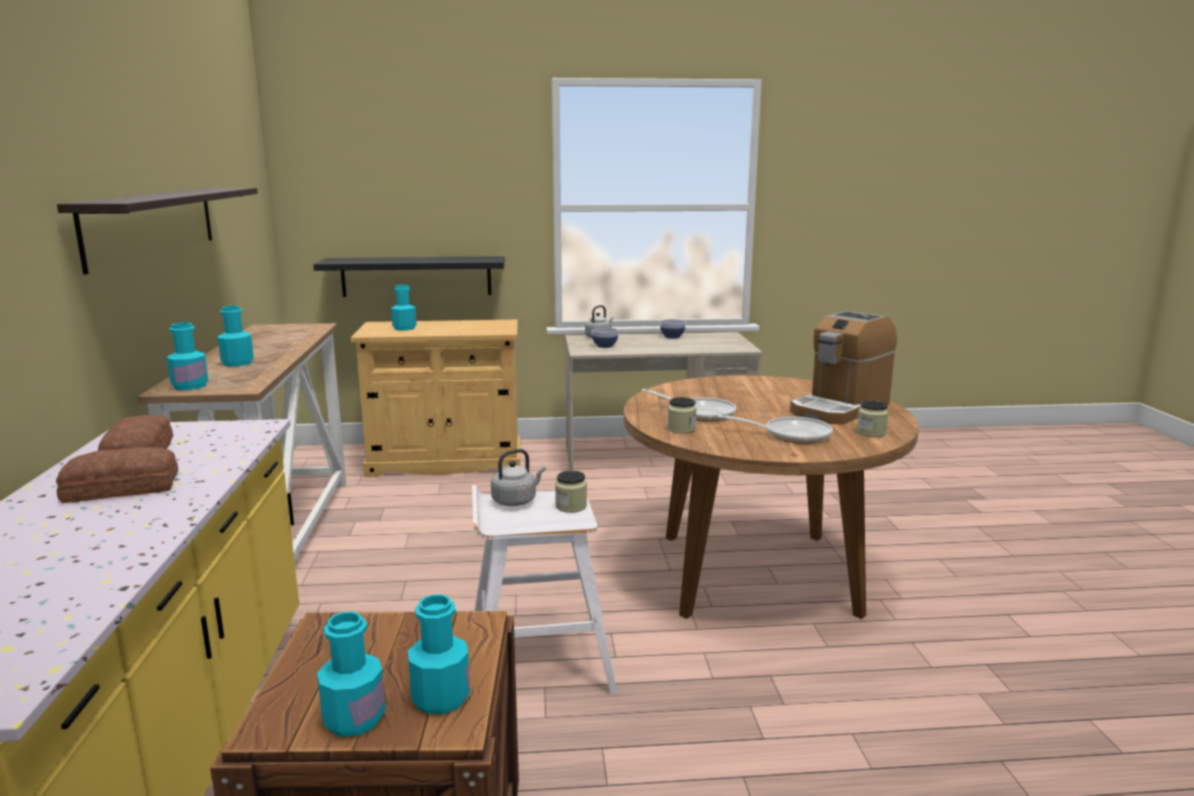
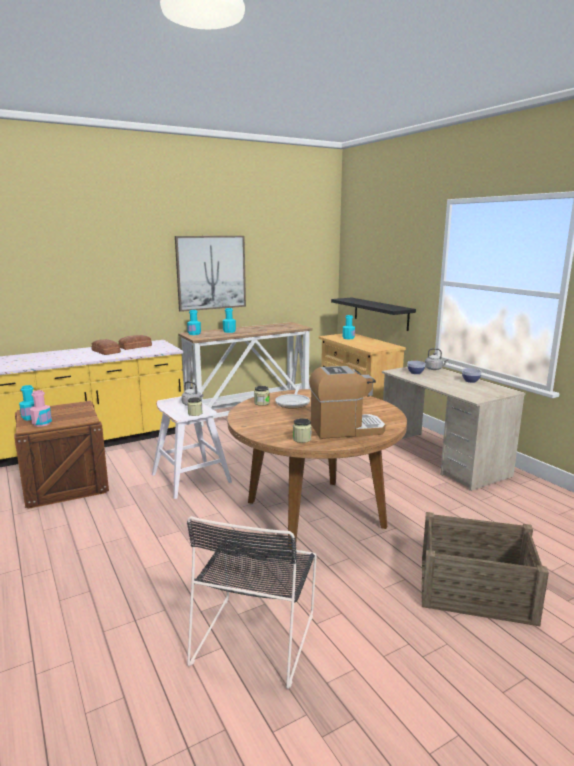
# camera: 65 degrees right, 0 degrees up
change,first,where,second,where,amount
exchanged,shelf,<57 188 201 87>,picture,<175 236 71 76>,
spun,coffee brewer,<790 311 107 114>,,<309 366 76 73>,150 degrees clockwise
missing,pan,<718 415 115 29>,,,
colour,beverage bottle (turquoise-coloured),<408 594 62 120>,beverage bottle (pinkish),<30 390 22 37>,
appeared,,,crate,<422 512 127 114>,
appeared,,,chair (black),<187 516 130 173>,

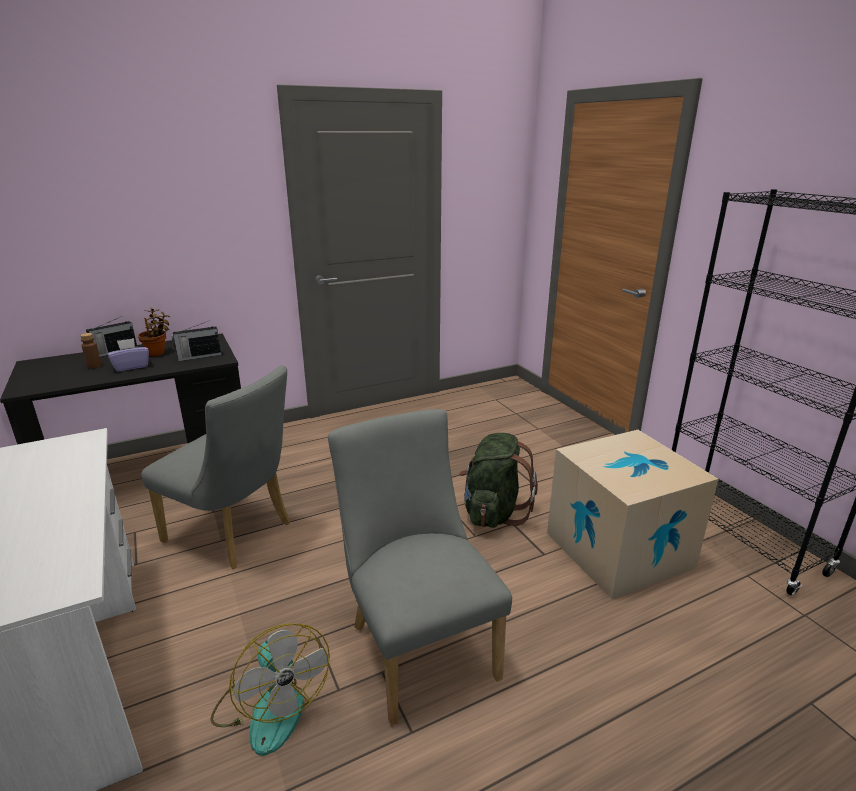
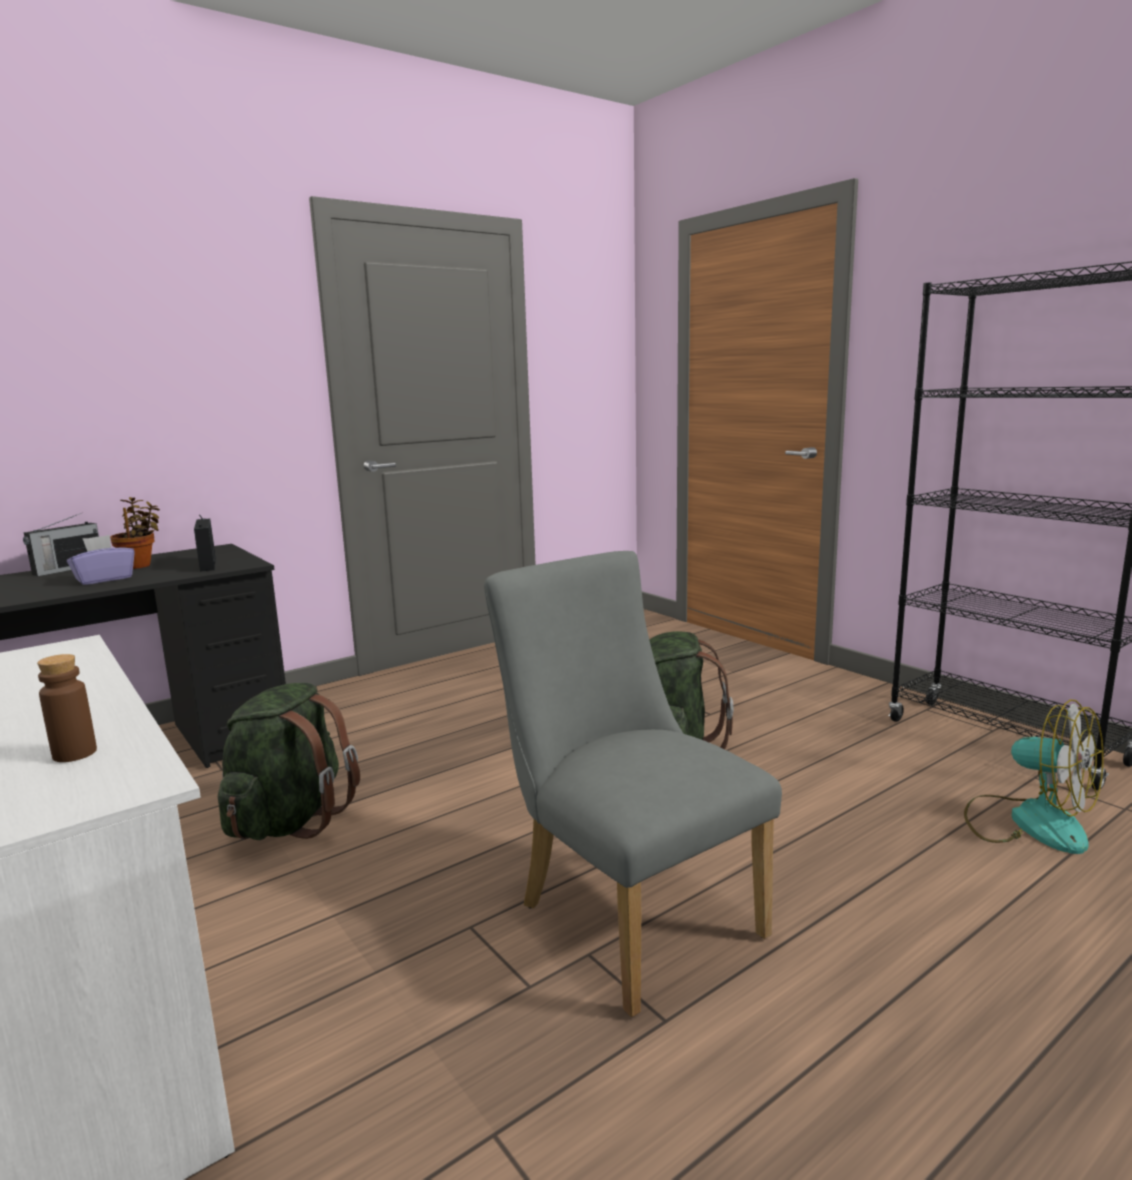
# camera: 10 degrees left, 10 degrees down
change,first,where,second,where,amount
spun,radio,<171 321 50 40>,,<194 515 22 57>,105 degrees clockwise
relocated,beverage bottle (brownish),<80 333 22 36>,,<37 654 60 108>,
exchanged,chair (greyish),<141 365 149 204>,knapsack (green-coloured),<218 683 142 157>,
missing,packing box,<547 430 171 169>,,,
relocated,electric fan,<210 623 120 133>,,<964 700 140 154>,

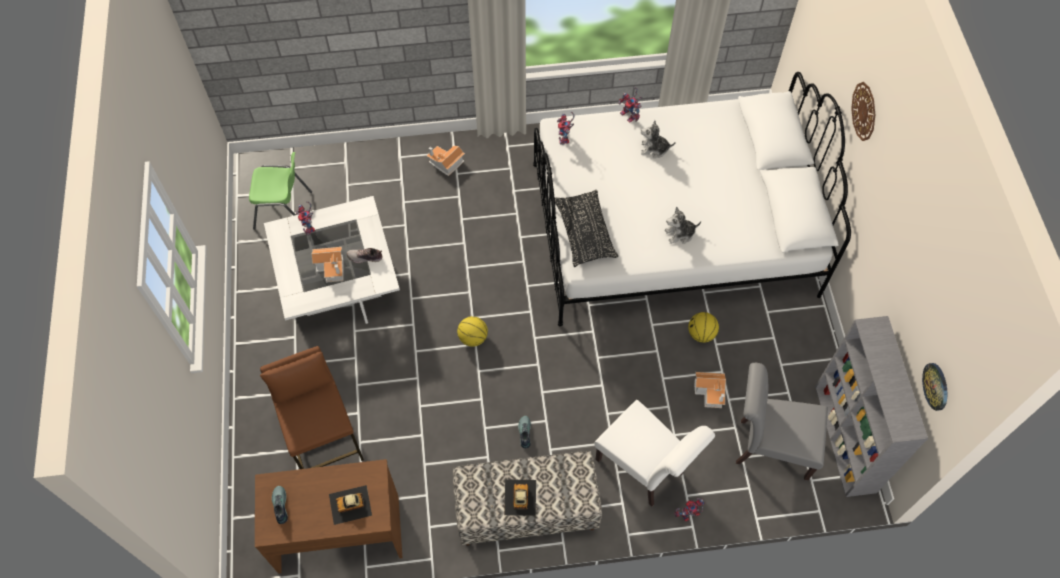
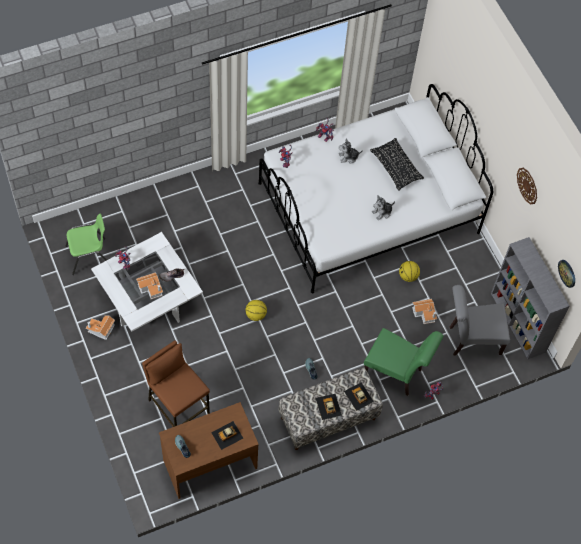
# camera: 20 degrees left, 0 degrees up
change,first,where,second,where,amount
relocated,hanging clock,<851 82 24 59>,,<517 168 20 37>,
relocated,model house,<427 146 38 30>,,<86 315 29 25>,
relocated,throw pillow (black),<555 190 63 77>,,<370 138 54 53>,
colour,chair (white-coloured),<594 400 121 107>,chair (green-coloured),<364 328 79 68>,
appeared,,,miniature car,<344 382 30 29>,

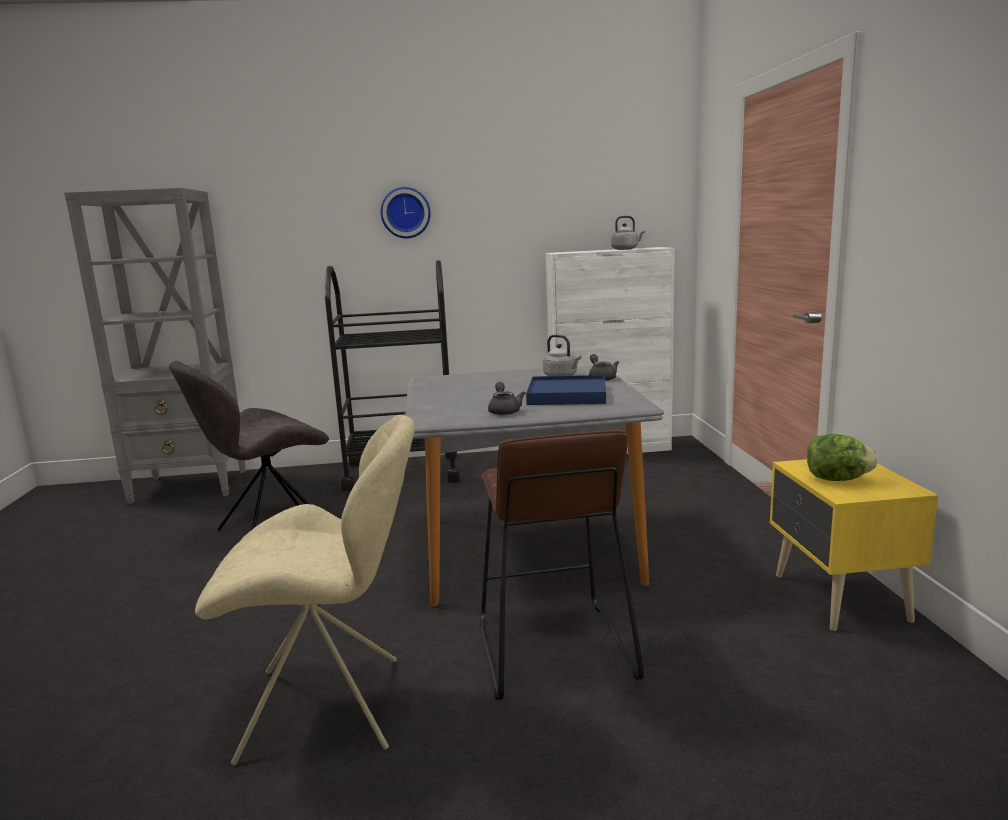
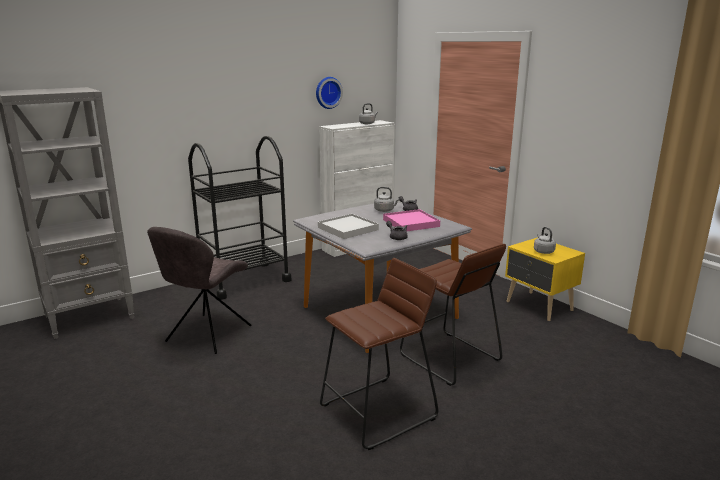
# camera: 30 degrees left, 5 degrees up
change,first,where,second,where,amount
relocated,hanging clock,<381 187 50 51>,,<316 77 27 32>,
colour,carrying tray (blue),<526 375 80 30>,carrying tray (pinkish),<383 209 57 22>,
exchanged,chair (sand-coloured),<195 415 220 350>,sitting stool (brownish),<320 258 118 192>,
exchanged,lettuce,<807 434 71 47>,kettle (greyish),<534 227 22 27>,
appeared,,,carrying tray (white-coloured),<318 214 61 25>,

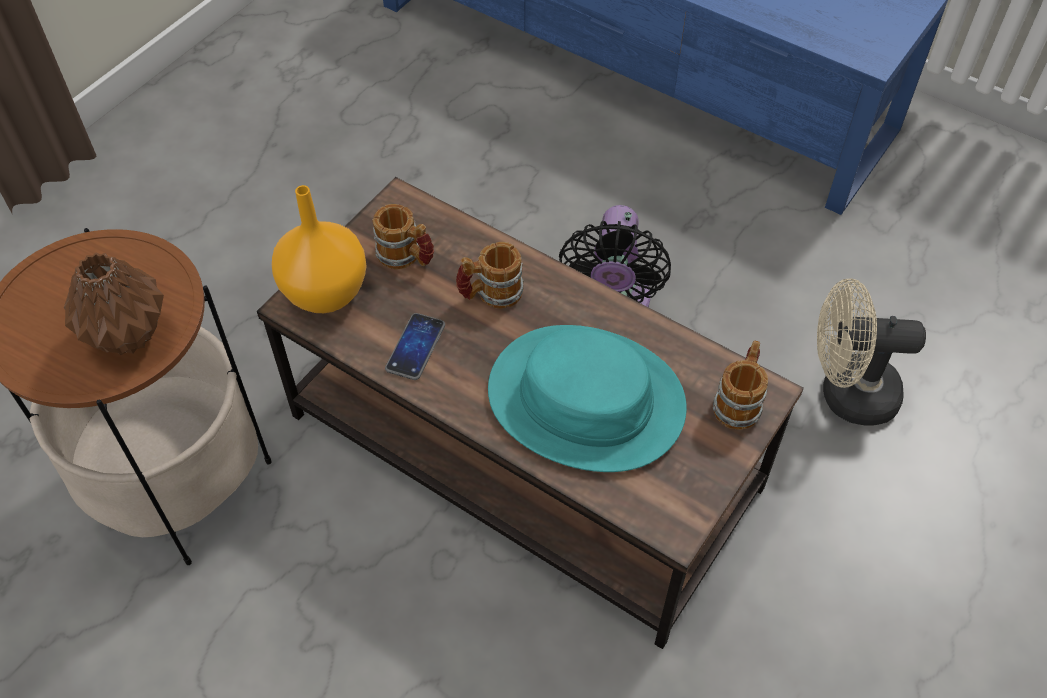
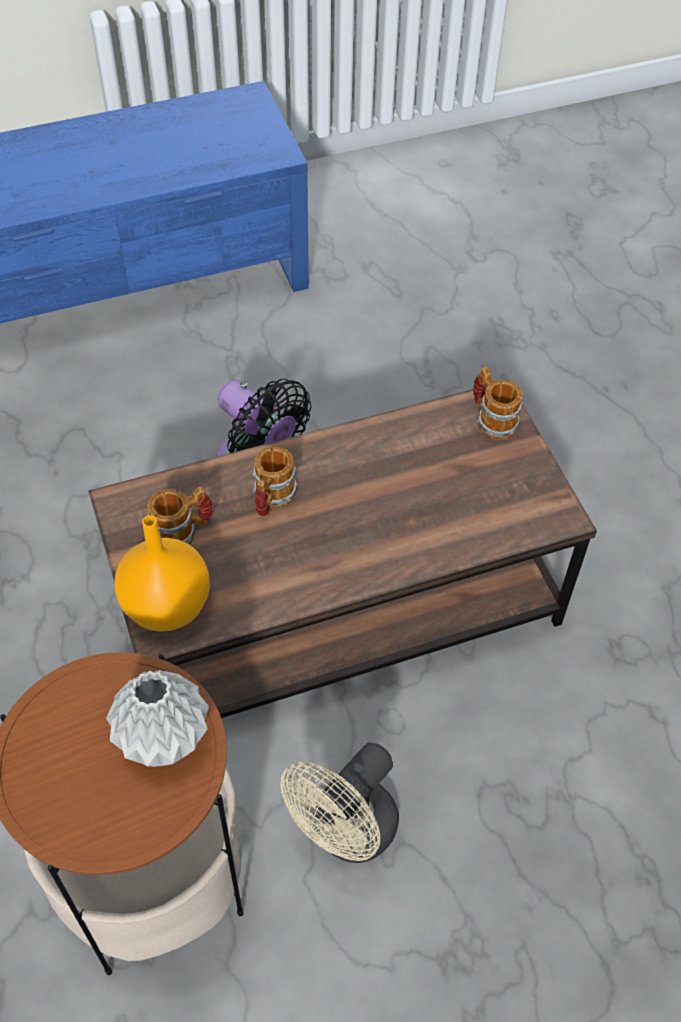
# camera: 55 degrees left, 0 degrees up
change,first,where,second,where,amount
colour,vase (brownish),<64 253 100 102>,vase (greyish),<106 670 103 97>,
relocated,electric fan (sand-coloured),<817 279 109 147>,,<280 742 119 121>,
missing,telephone,<385 313 60 67>,,,
missing,wearable hat (turquoise-coloured),<488 325 199 147>,,,

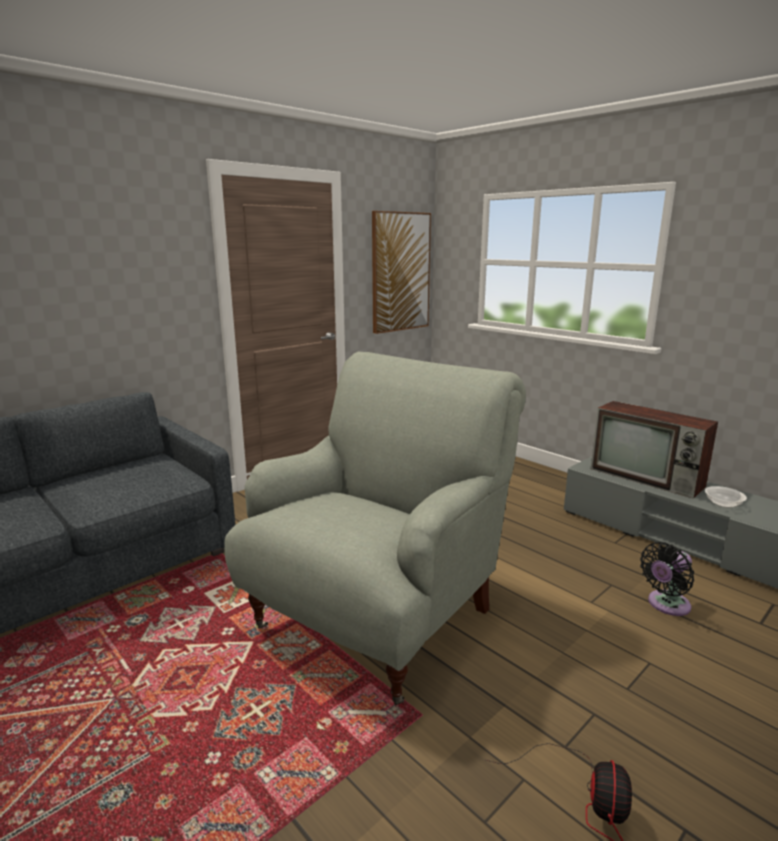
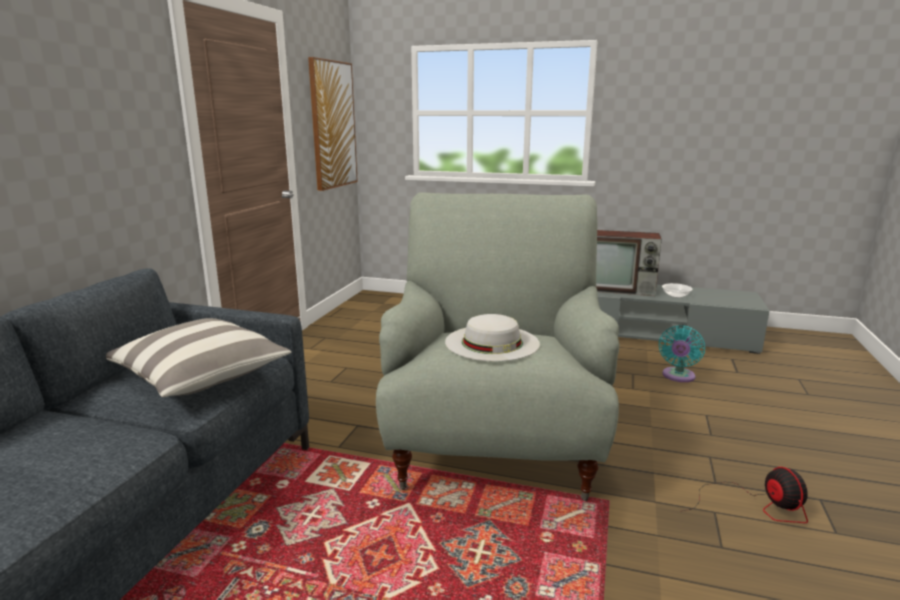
# camera: 30 degrees left, 0 degrees up
change,first,where,second,where,amount
colour,electric fan (black),<640 542 54 74>,electric fan (turquoise-coloured),<659 325 46 57>,
appeared,,,wearable hat (white-coloured),<445 314 95 47>,
appeared,,,throw pillow,<106 318 185 79>,

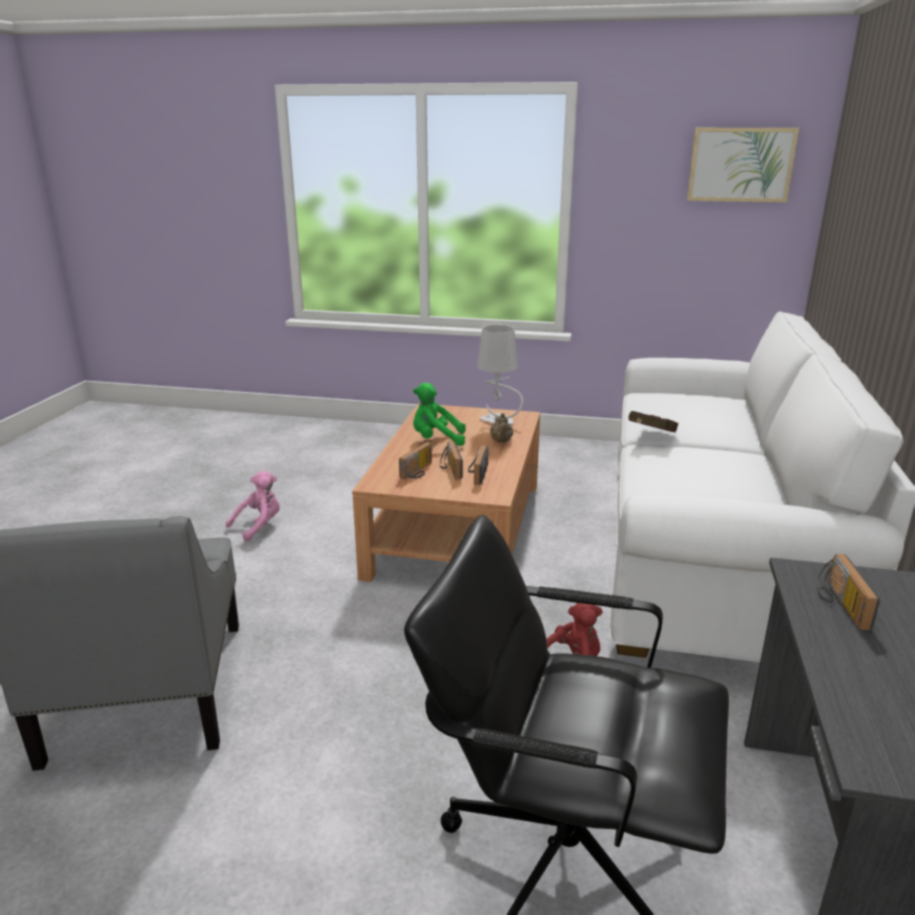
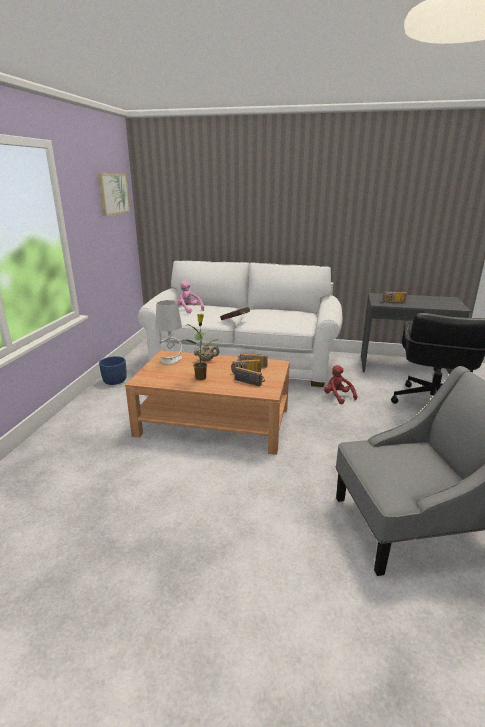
# camera: 90 degrees left, 0 degrees up
change,first,where,second,where,amount
exchanged,cuddly toy (green-coloured),<413 383 53 63>,houseplant,<181 314 36 66>,
relocated,cuddly toy (pinkish),<226 471 54 71>,,<175 281 29 33>,
appeared,,,planter (blue),<99 356 28 29>,

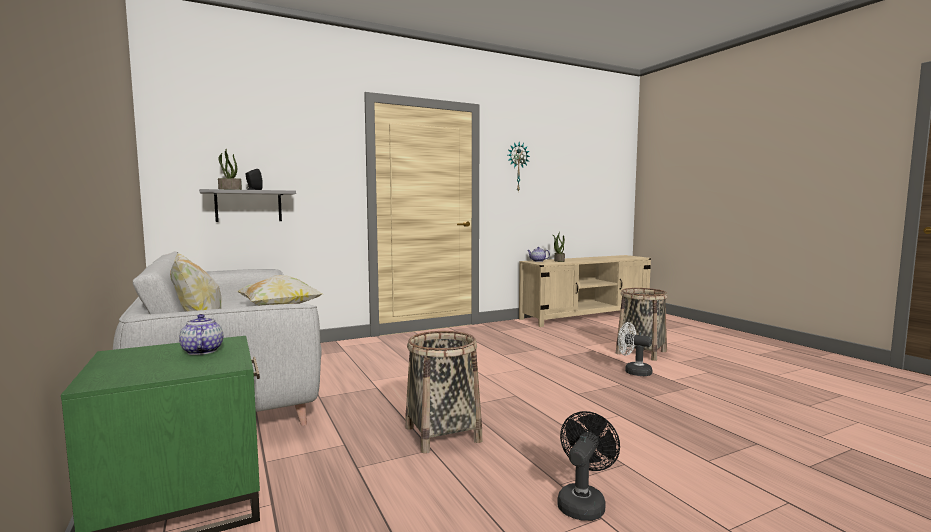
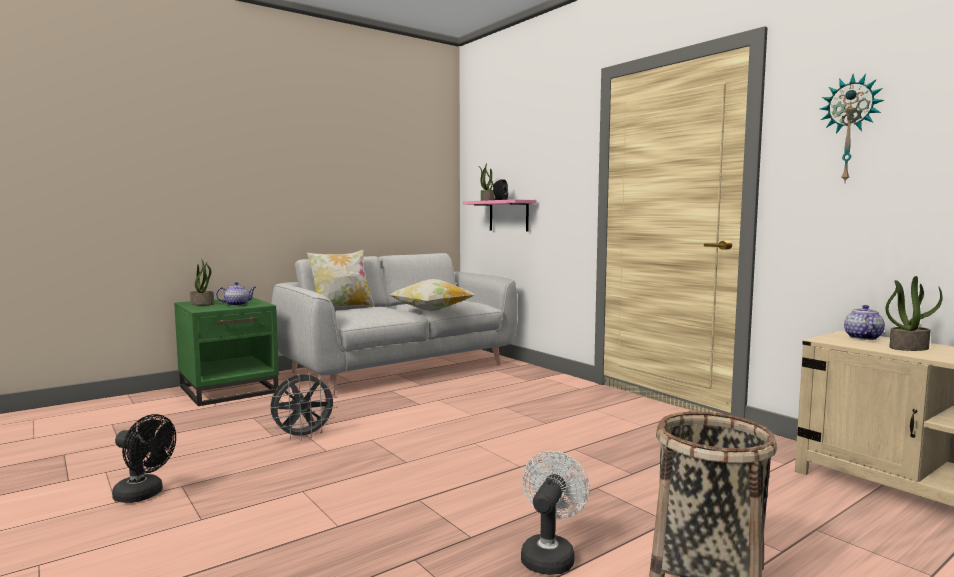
# camera: 80 degrees right, 0 degrees up
change,first,where,second,where,amount
colour,shelf (greyish),<199 189 97 33>,shelf (pinkish),<463 199 74 32>,
exchanged,storage basket,<405 331 78 123>,electric fan (greyish),<270 373 68 68>,
appeared,,,houseplant,<190 260 24 45>,

